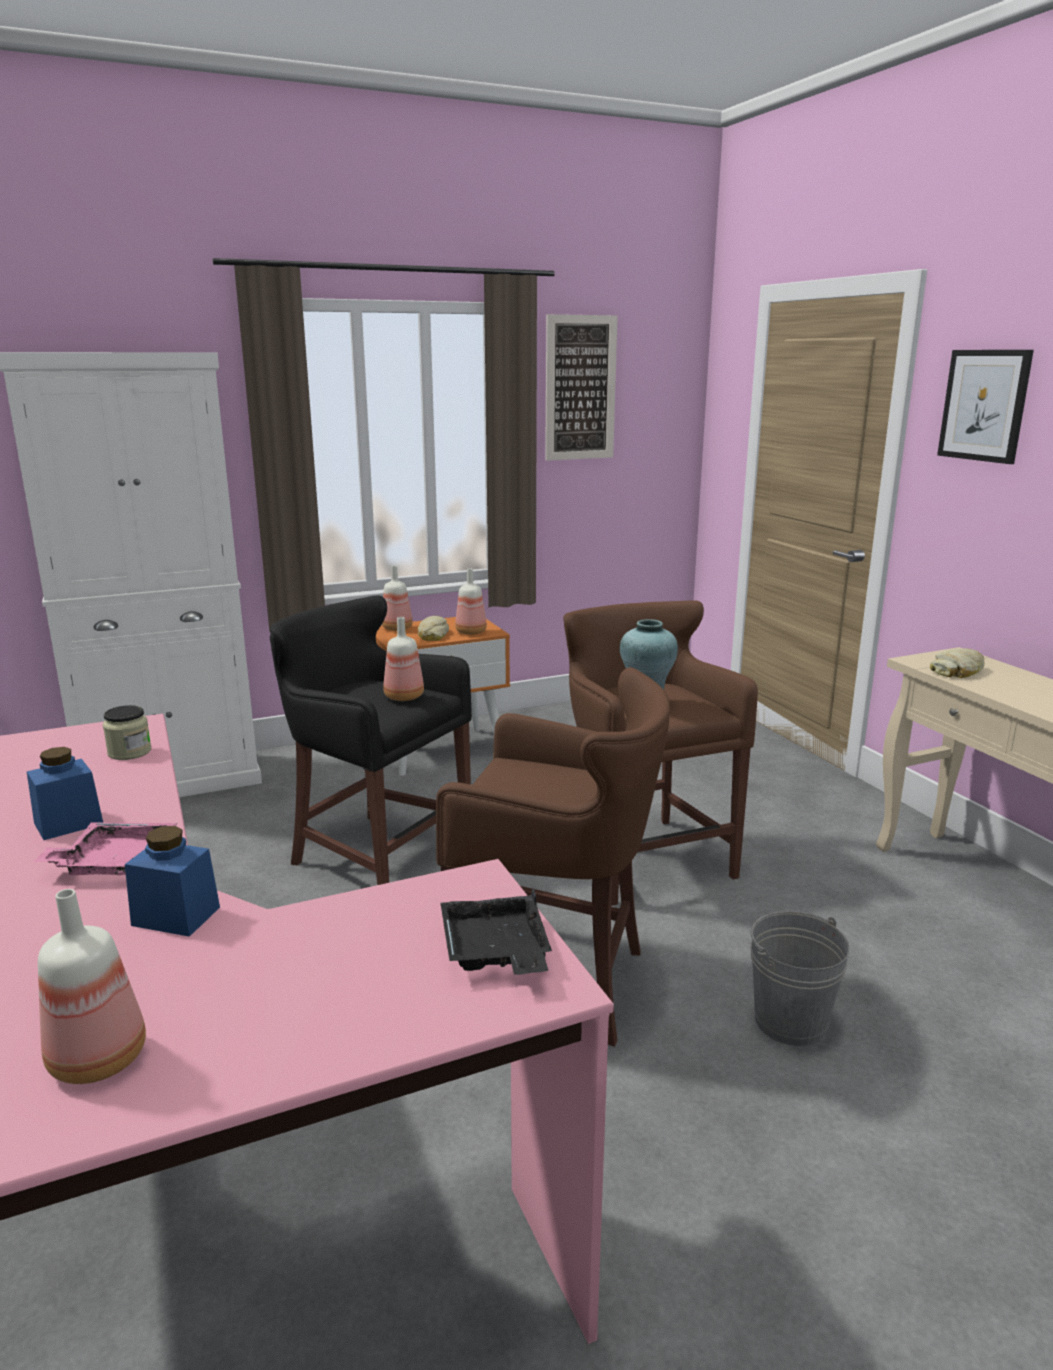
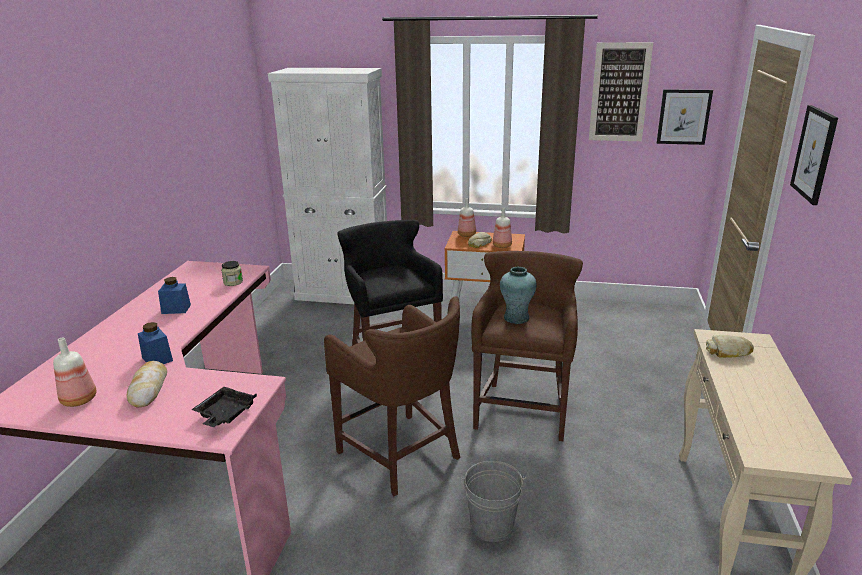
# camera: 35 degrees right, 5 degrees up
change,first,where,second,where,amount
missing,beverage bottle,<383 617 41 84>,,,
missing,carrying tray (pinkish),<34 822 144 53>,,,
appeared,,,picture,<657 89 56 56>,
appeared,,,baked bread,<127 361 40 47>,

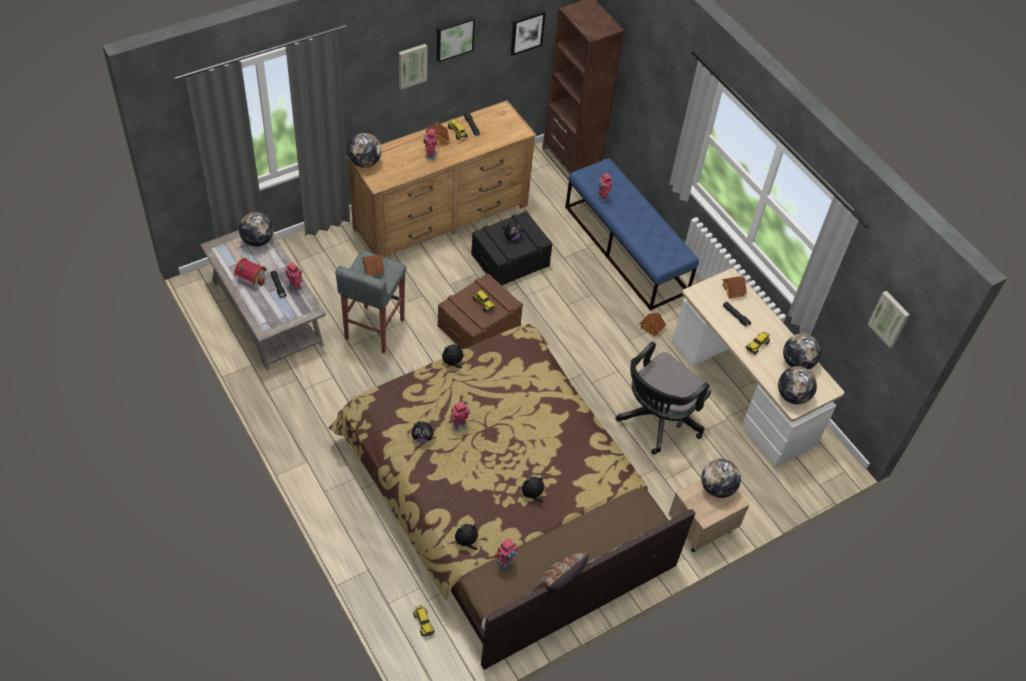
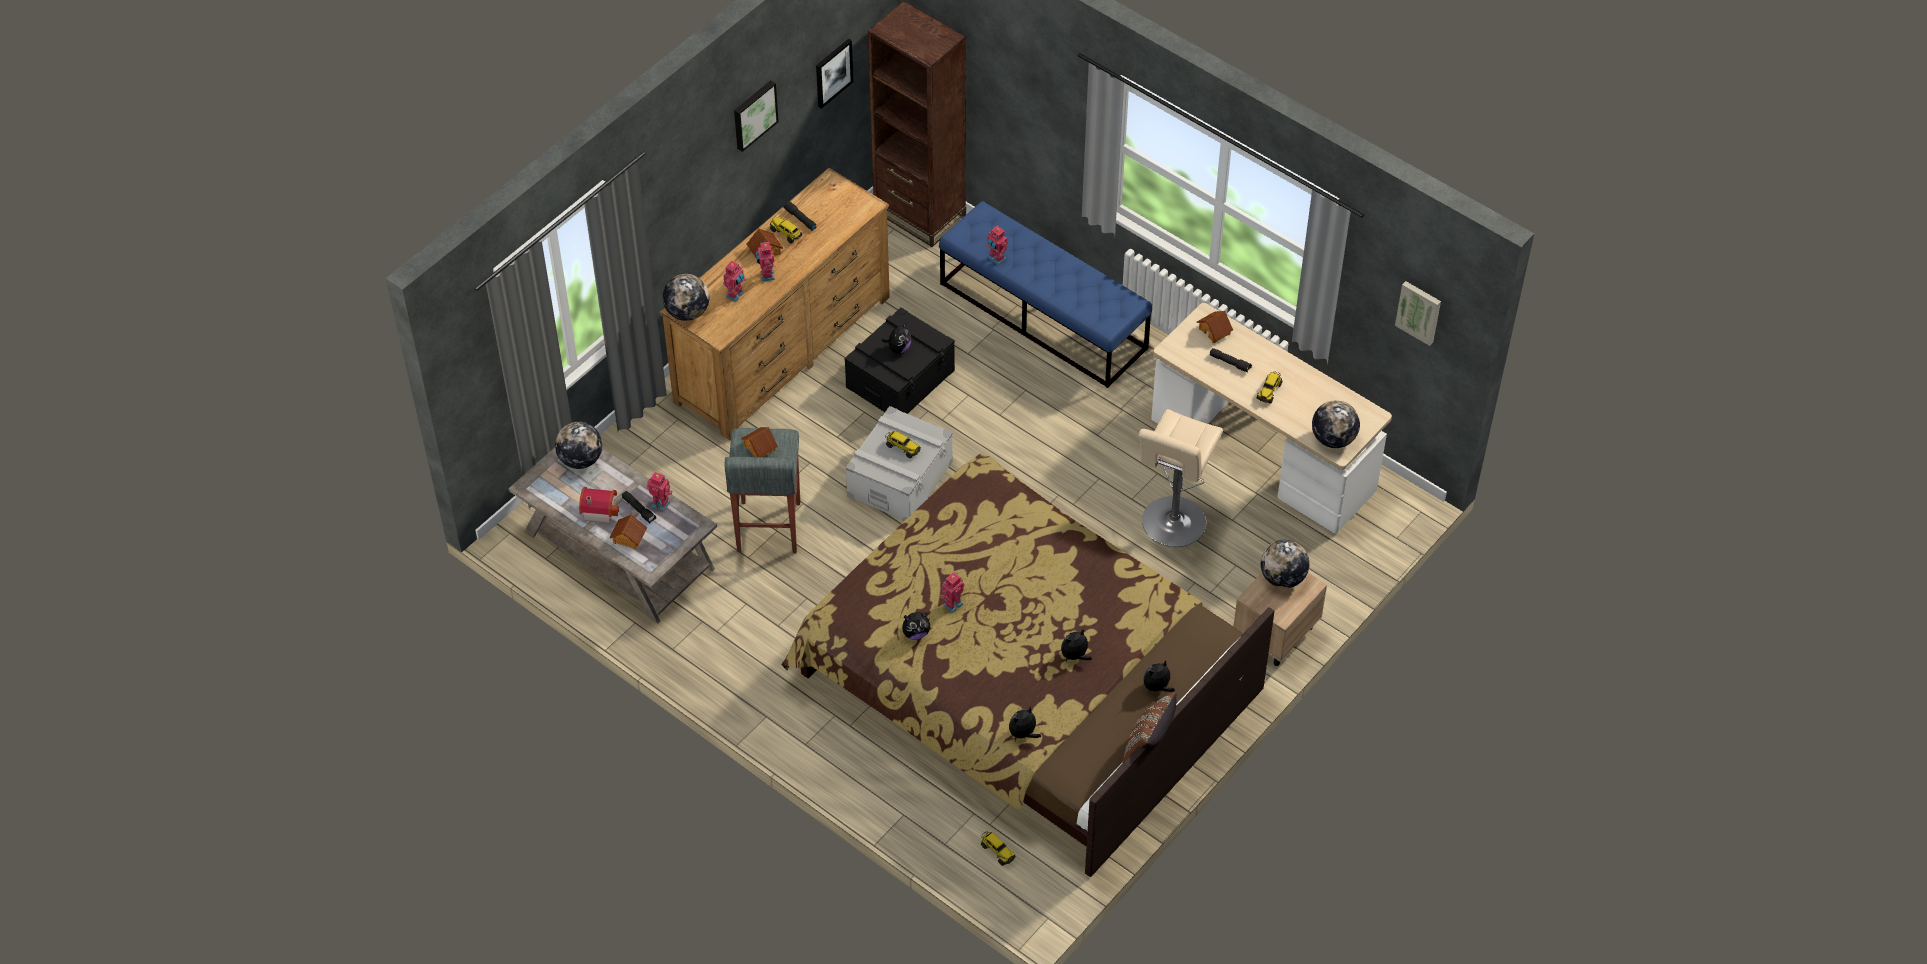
# camera: 15 degrees left, 0 degrees up
change,first,where,second,where,amount
missing,picture,<399 44 28 45>,,,
colour,storage container (brownish),<438 273 85 77>,storage container (greyish),<846 406 107 115>,
relocated,model house,<639 313 27 23>,,<609 514 38 35>,
missing,world globe,<783 333 38 37>,,,
exchanged,office chair (black),<616 341 95 114>,sitting stool (sand-coloured),<1139 409 84 138>,
relocated,cuddly toy,<442 344 21 24>,,<1144 660 31 34>,
relocated,robot figure,<496 538 22 31>,,<723 261 23 41>,

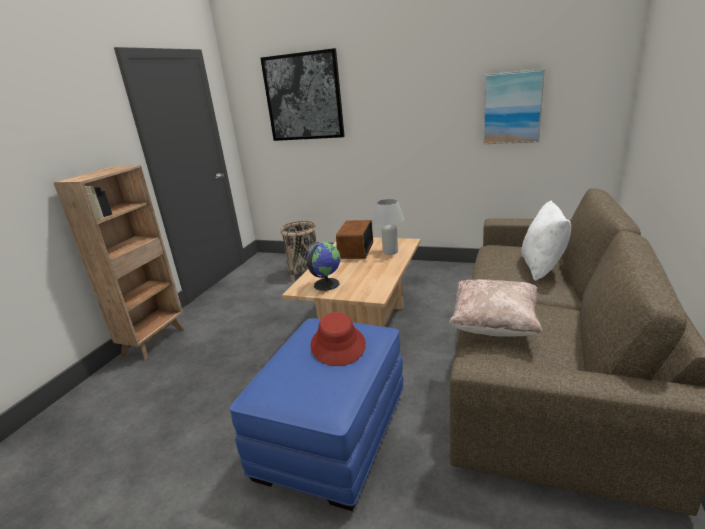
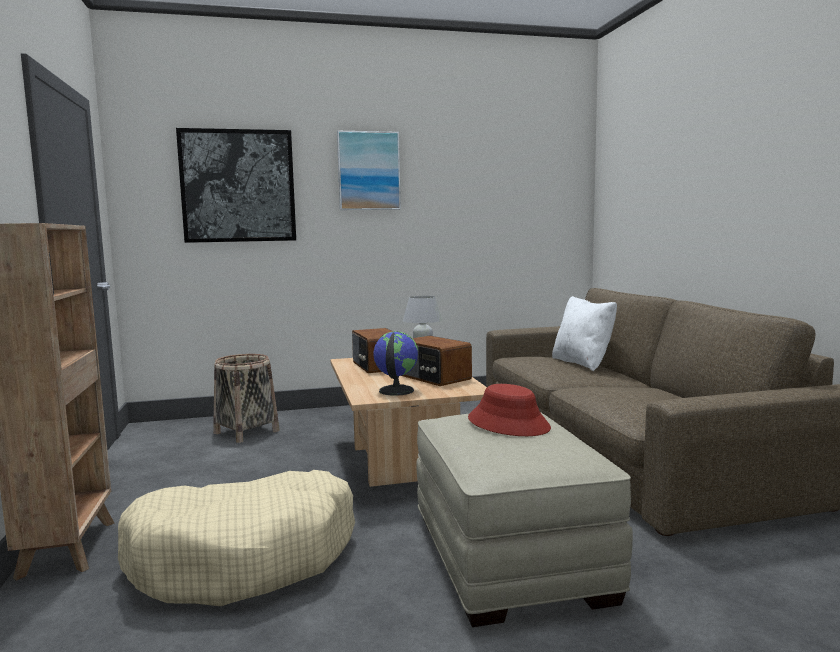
# camera: 35 degrees left, 15 degrees down
change,first,where,second,where,amount
relocated,picture,<483 69 62 75>,,<337 131 64 79>,
missing,throw pillow (sand-coloured),<449 279 93 58>,,,
colour,footrest (blue),<230 318 174 193>,footrest (sand-coloured),<416 412 217 215>,
appeared,,,radio,<402 336 70 50>,
appeared,,,dog cushion (sand-coloured),<118 470 237 136>,

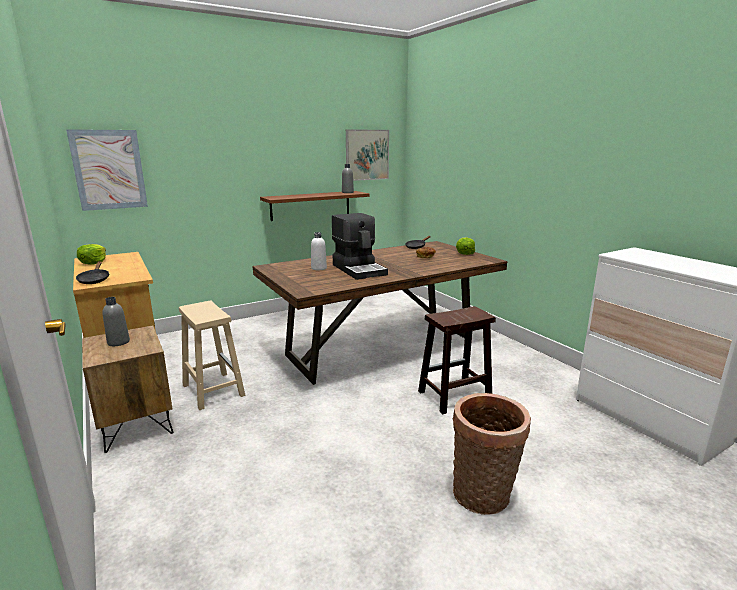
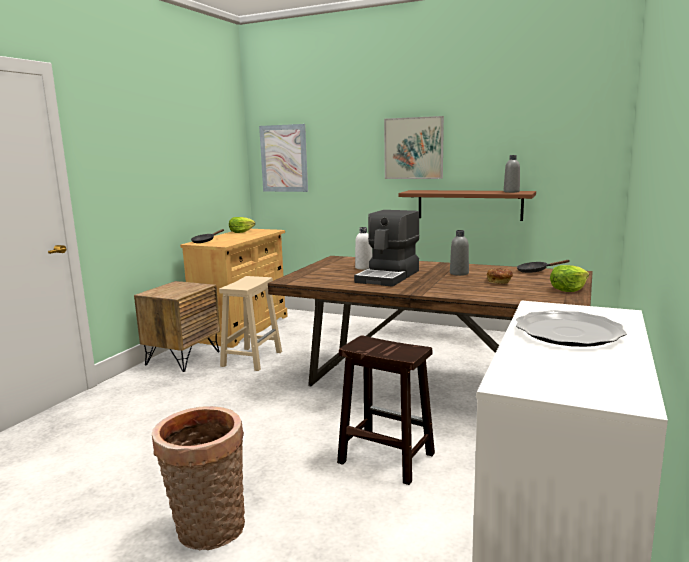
# camera: 55 degrees right, 5 degrees down
change,first,where,second,where,amount
relocated,picture,<346 129 43 52>,,<384 116 60 63>,
relocated,beverage bottle (greyish),<102 297 28 49>,,<450 230 19 46>,
appeared,,,dinner plate,<516 310 111 37>,

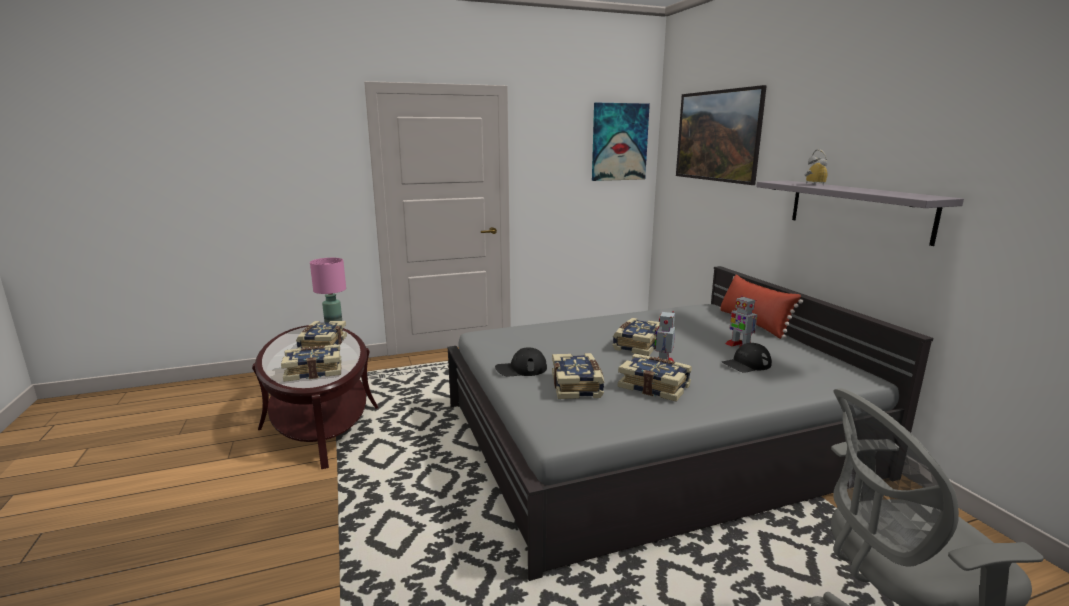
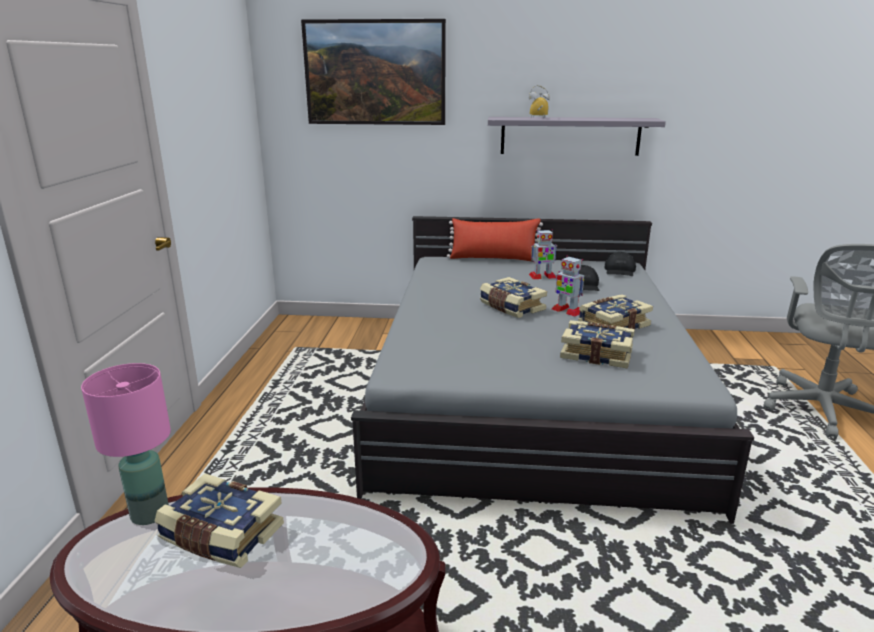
# camera: 65 degrees left, 5 degrees up
change,first,where,second,where,amount
missing,picture,<592 103 58 78>,,,
missing,book,<281 345 61 37>,,,
relocated,peaked cap (black),<495 347 52 29>,,<604 252 32 24>,

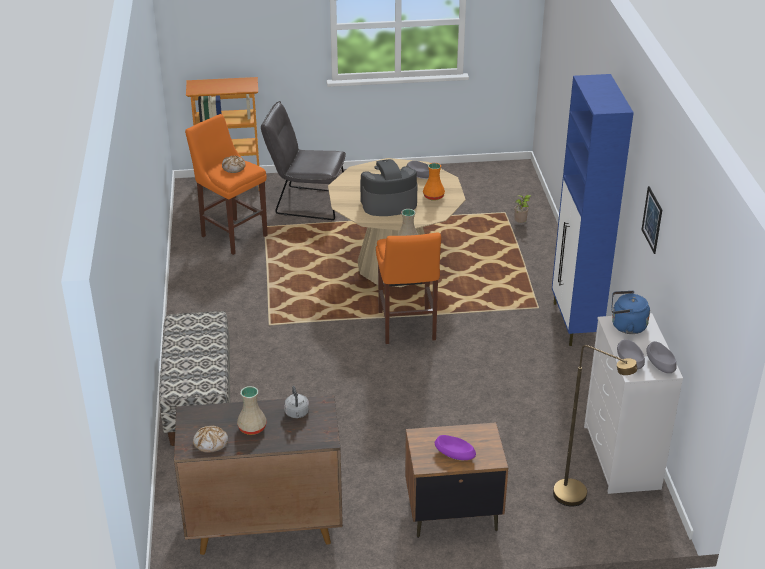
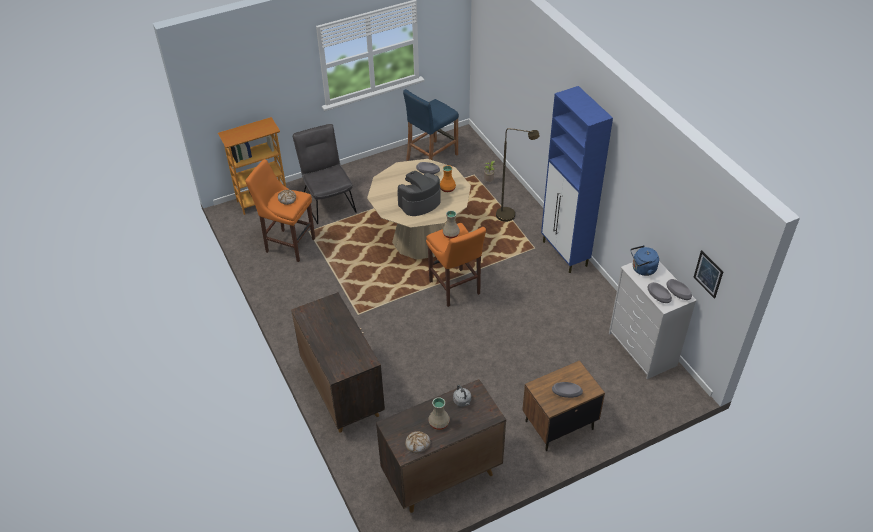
# camera: 20 degrees left, 10 degrees up
change,first,where,second,where,amount
spun,chair (greyish),<261 101 85 119>,,<292 124 65 100>,75 degrees clockwise
relocated,picture,<641 186 21 68>,,<693 250 30 49>,
exchanged,indoor bench,<159 311 71 135>,cupboard (brownish),<291 292 94 141>,
relocated,standard lamp (brownish),<553 345 84 162>,,<496 128 44 94>,
colour,deep dish (purple),<435 435 41 25>,deep dish (greyish),<552 382 31 16>,
appeared,,,sitting stool (blue),<403 89 56 72>,

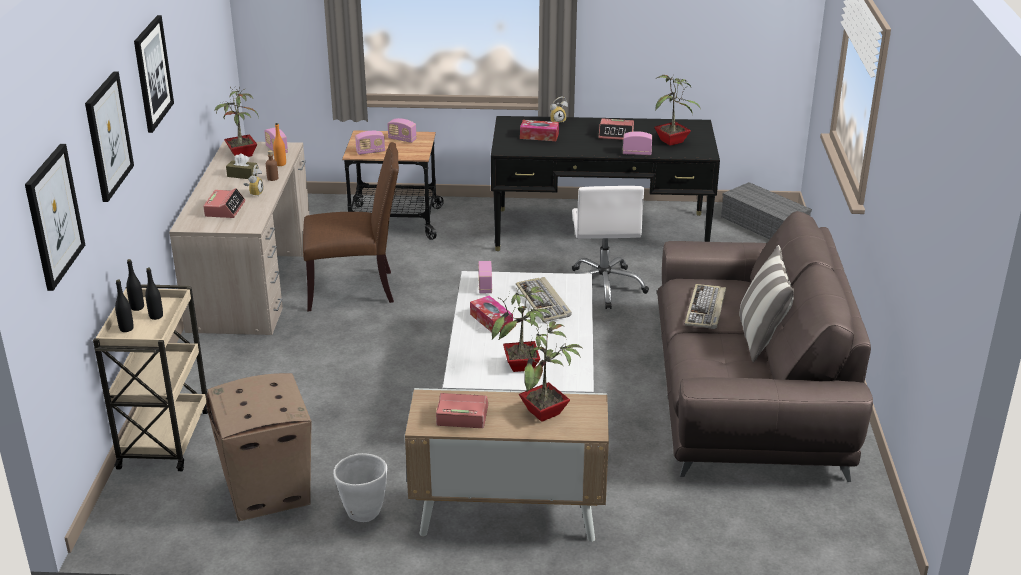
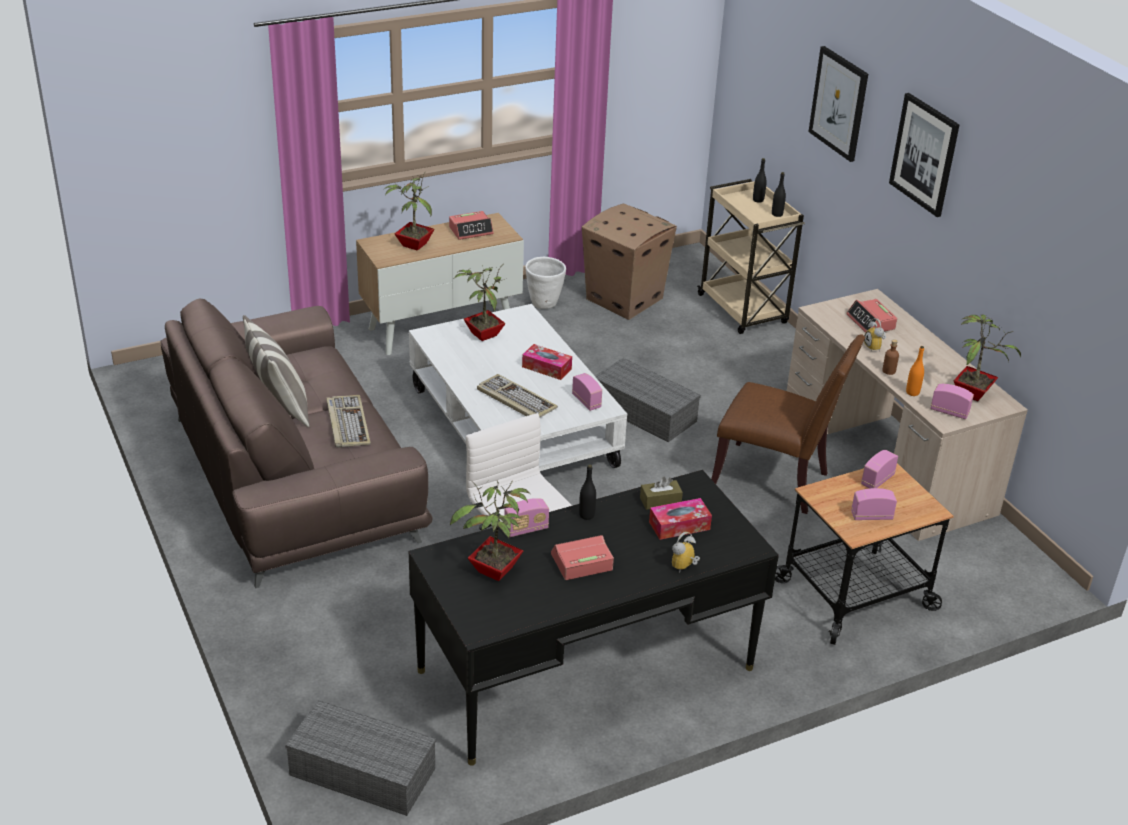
# camera: 150 degrees right, 5 degrees up
change,first,where,second,where,amount
spun,chair (brownish),<303 142 96 169>,,<711 334 154 180>,120 degrees counterclockwise
missing,picture,<25 144 60 147>,,,
relocated,tissue holder (brownish),<226 153 32 26>,,<640 477 43 33>,
relocated,beverage bottle (black),<145 268 18 52>,,<579 465 17 55>,
appeared,,,storage container (greyish),<595 358 106 84>,

